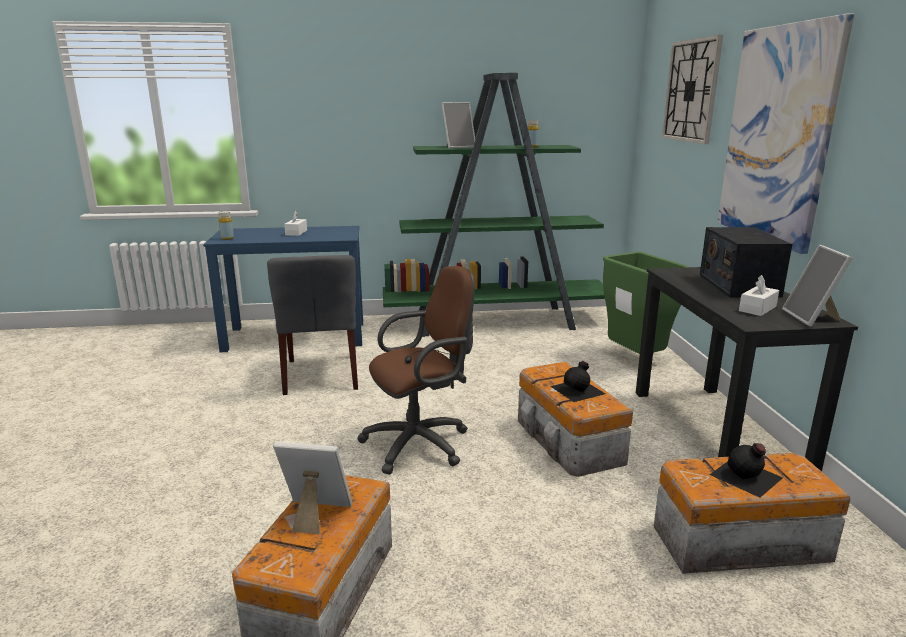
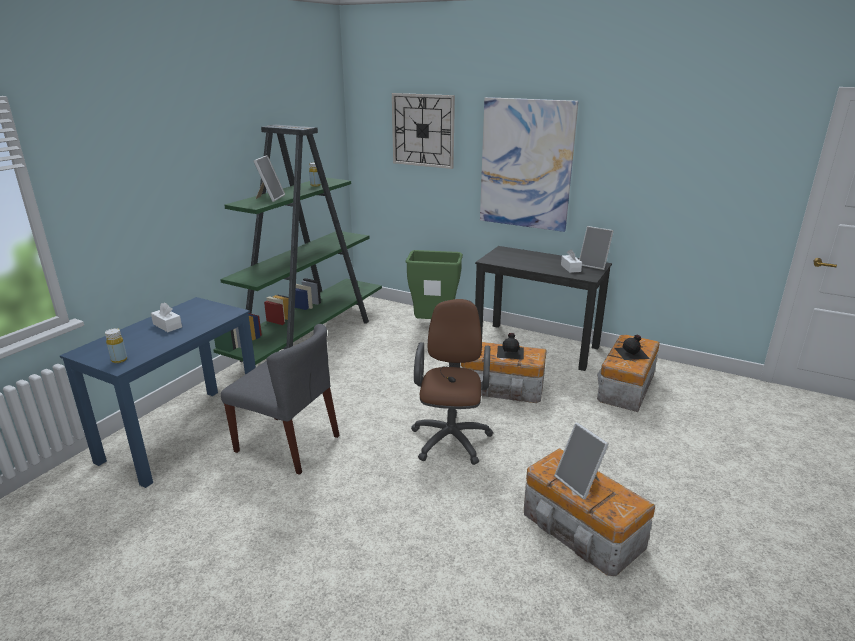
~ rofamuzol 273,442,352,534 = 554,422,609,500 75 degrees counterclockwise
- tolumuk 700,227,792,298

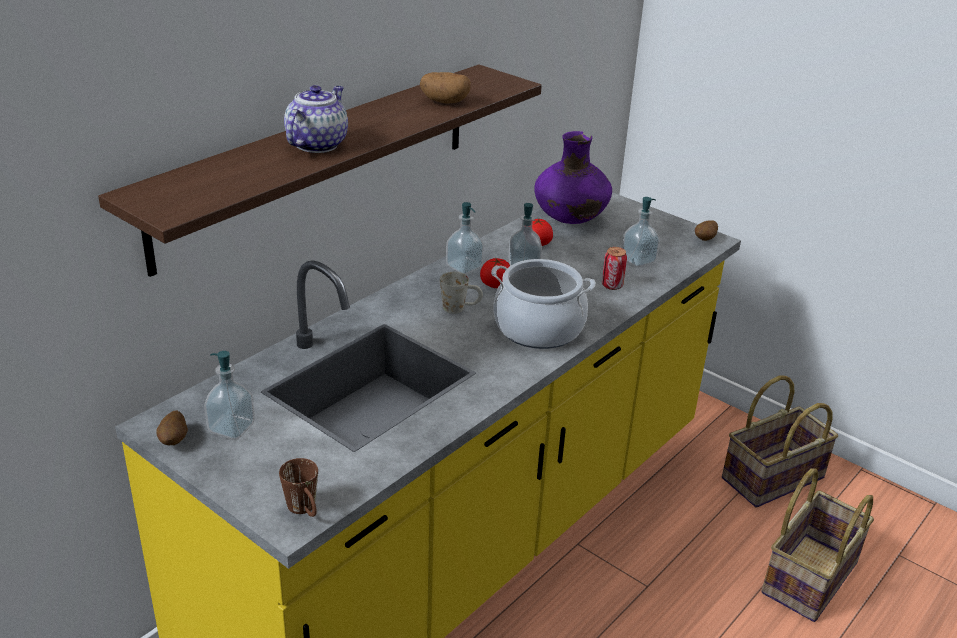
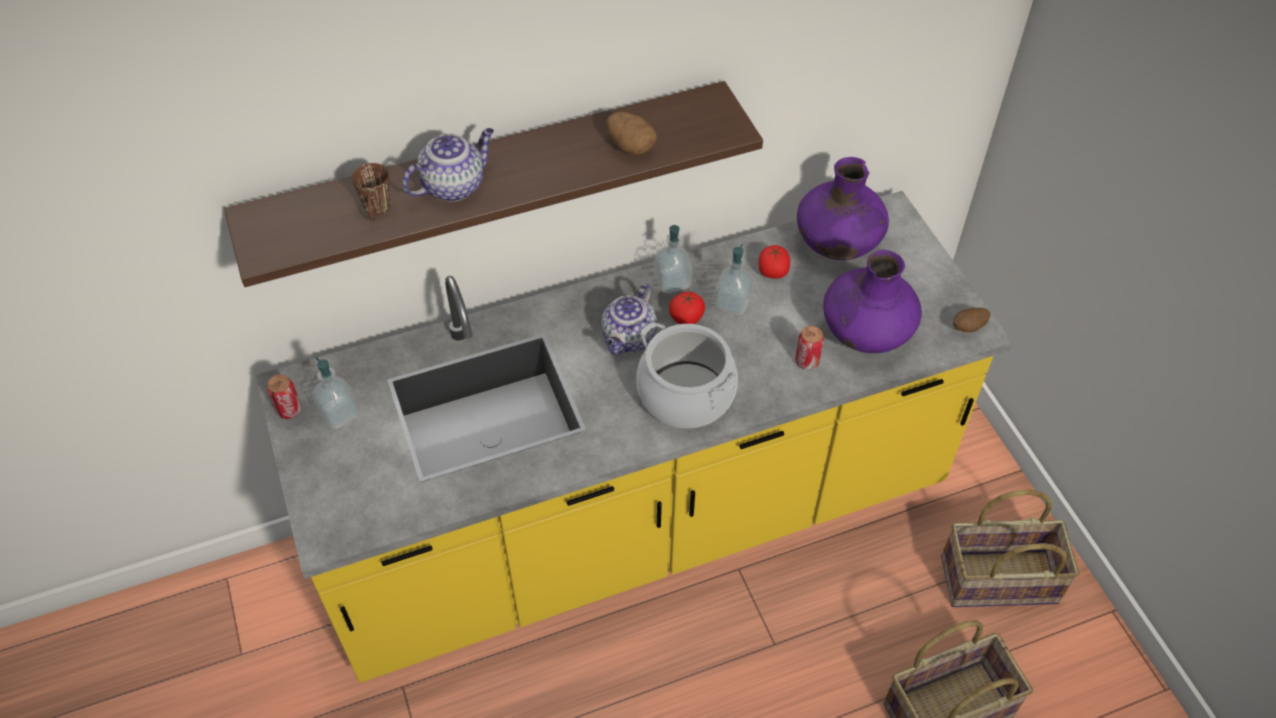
~ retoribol 156,410,188,445 to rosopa 267,374,301,419
~ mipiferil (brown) 279,458,318,517 to 352,163,391,221
~ mipiferil (white) 440,272,483,314 to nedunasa 601,284,657,355
~ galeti 622,197,660,267 to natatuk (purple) 823,250,922,353

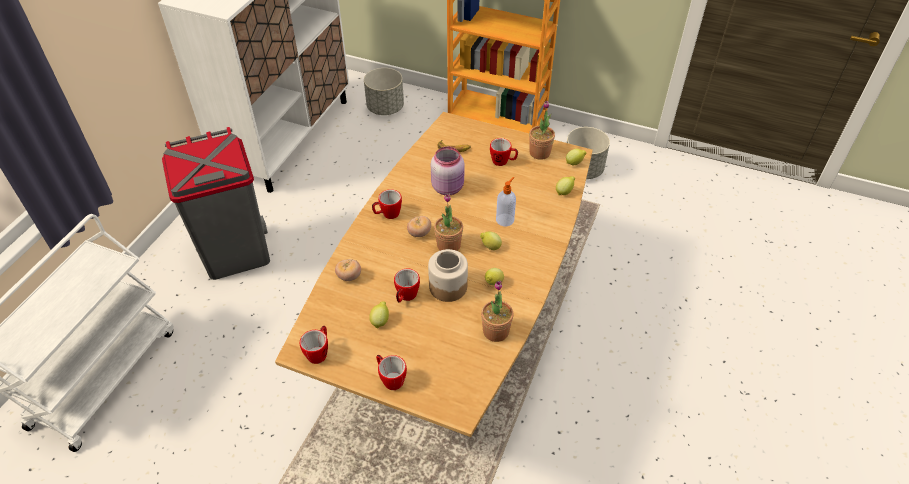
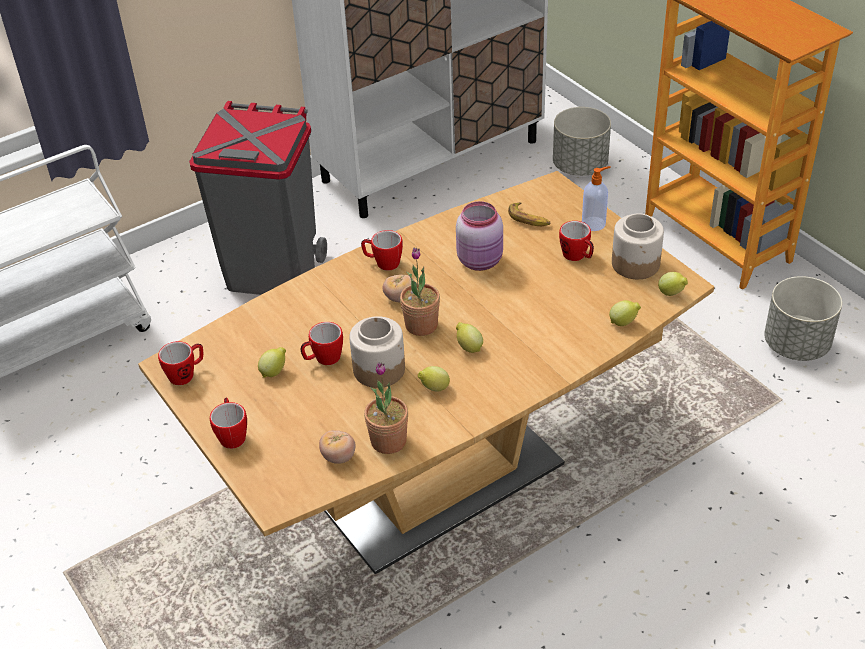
~ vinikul 335,259,361,281 to 319,430,355,464
~ galeti 496,177,516,226 to 582,166,611,231
~ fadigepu 529,100,555,160 to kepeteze 612,213,664,279

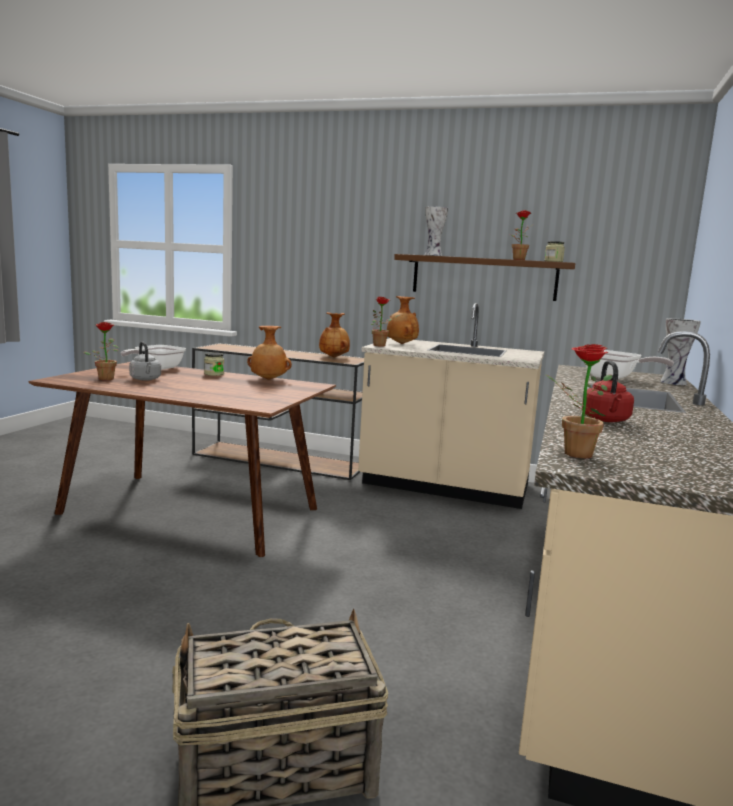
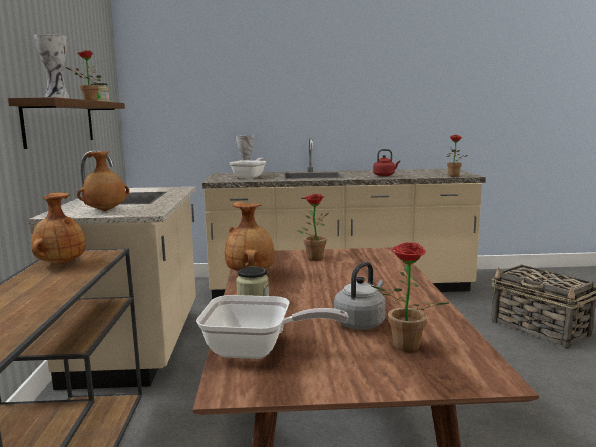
~ fadigepu 371,296,401,347 to 297,194,329,261

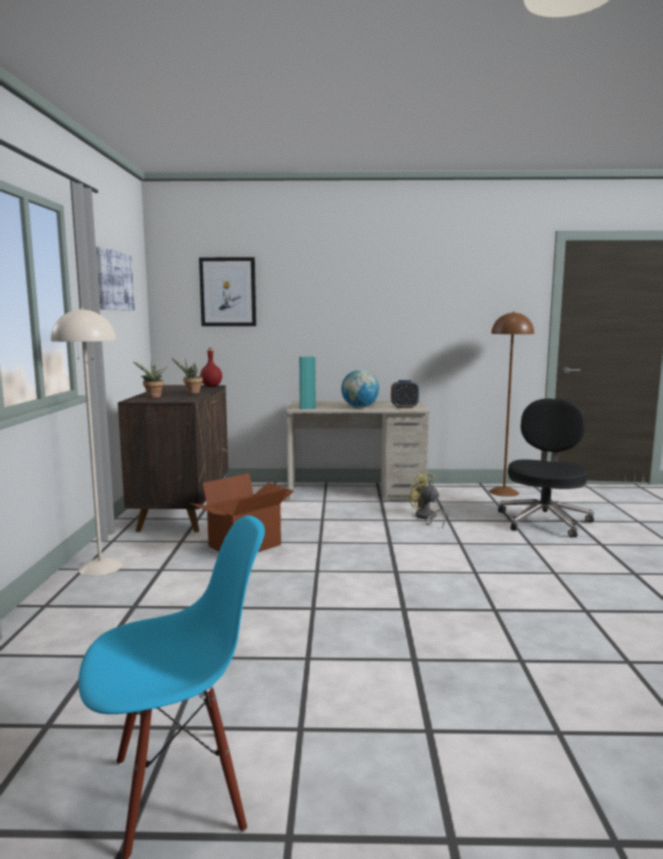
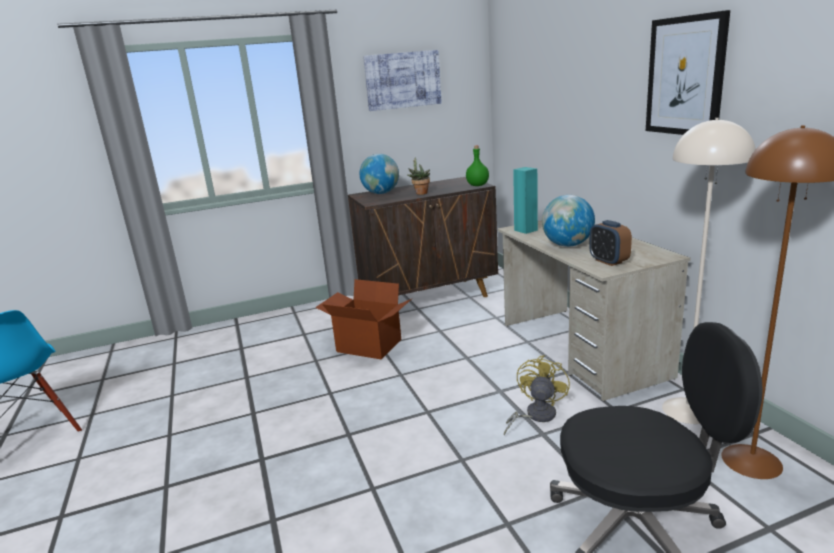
~ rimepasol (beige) 51,308,123,576 to 662,118,756,424
~ fadigepu 134,361,168,398 to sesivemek 360,154,399,194
~ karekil 199,257,256,326 to 646,10,730,135
~ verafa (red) 200,348,222,386 to verafa (green) 466,145,489,186

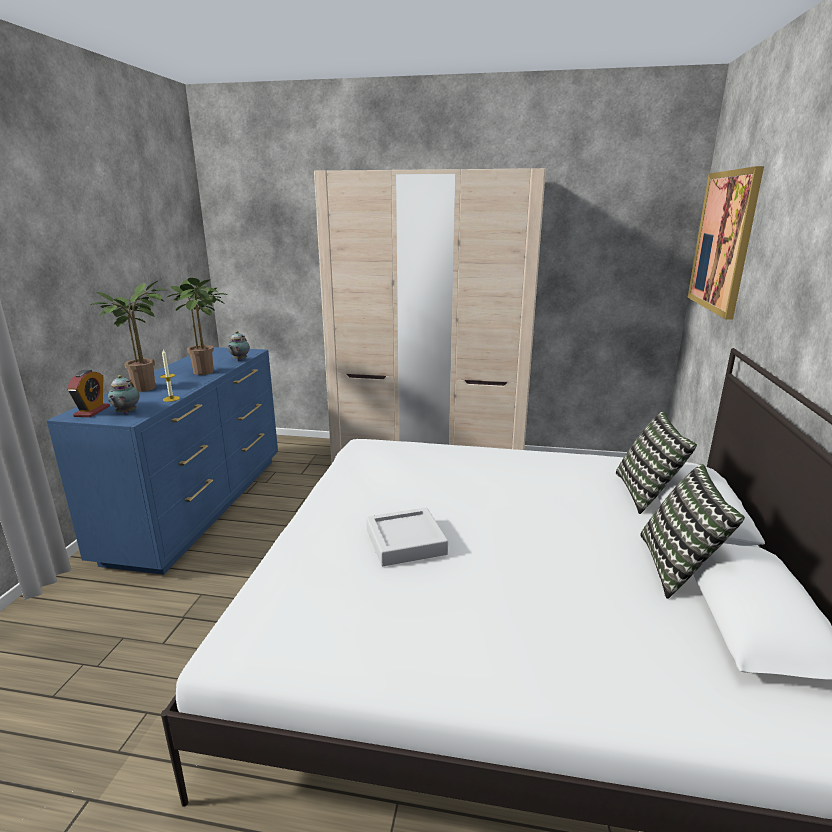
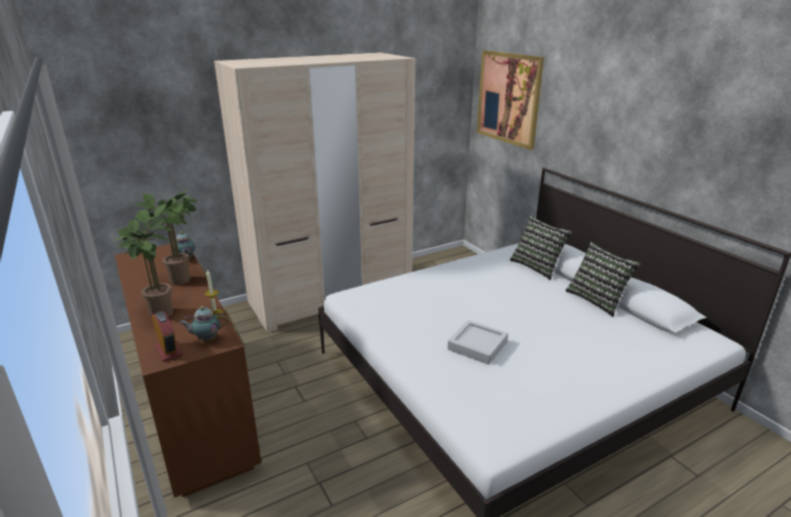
~ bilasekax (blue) 47,347,278,575 to bilasekax (brown) 115,244,261,498
~ nedunasa 108,375,140,414 = 179,306,228,341 120 degrees clockwise

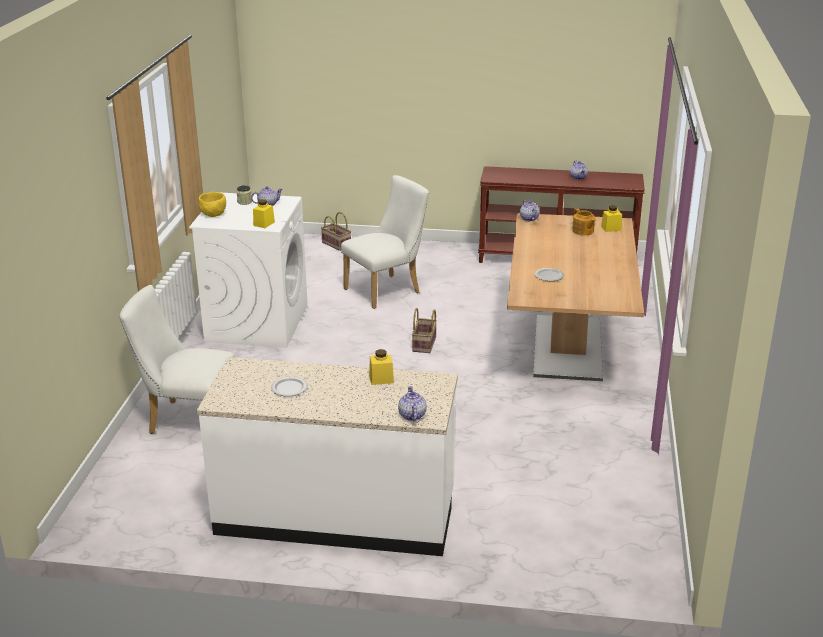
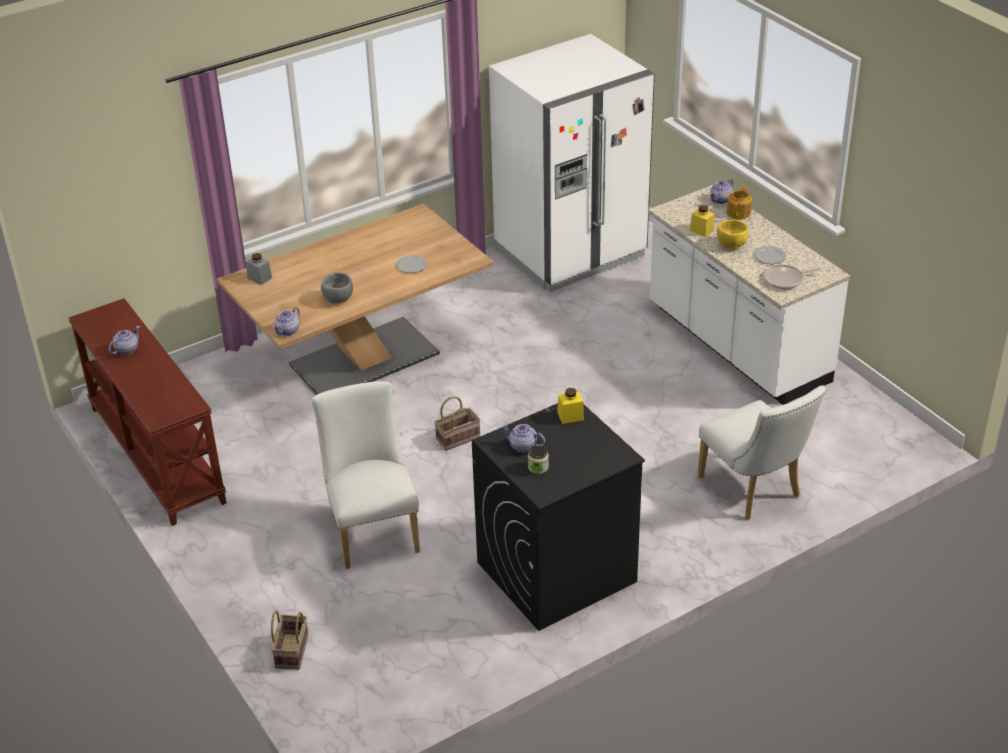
~ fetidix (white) 189,192,308,348 to fetidix (black) 472,403,645,631
~ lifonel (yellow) 198,192,226,217 to 717,219,748,249
~ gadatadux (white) 341,175,429,309 = 312,381,420,569 60 degrees clockwise
~ nedunasa 572,208,596,235 to 726,186,752,220
~ kepeteze (yellow) 601,205,622,232 to kepeteze (grey) 246,253,272,285
+ lifonel (grey) 321,272,353,303
+ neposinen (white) 489,34,655,292
+ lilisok 763,265,821,289

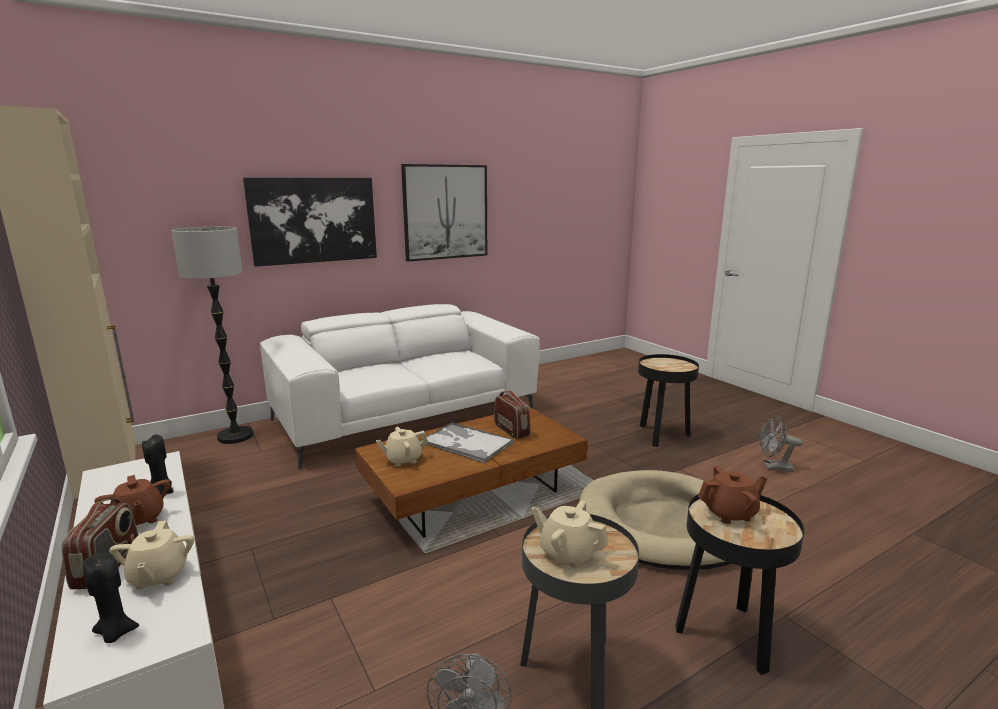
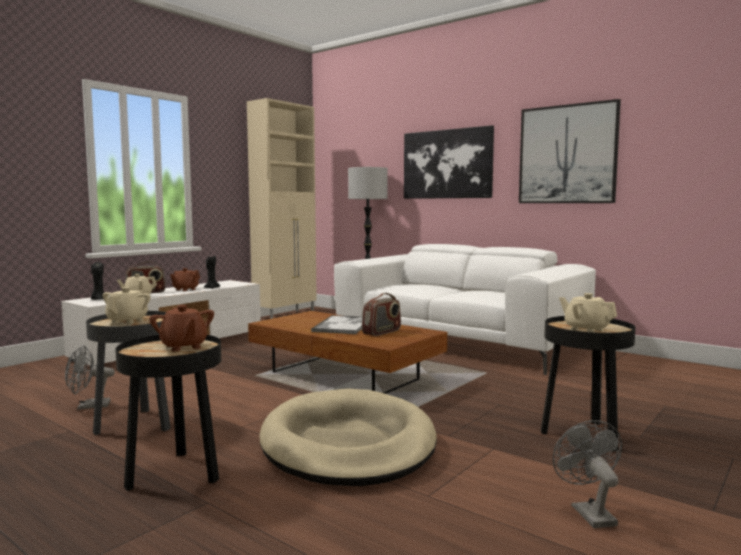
~ nedunasa (beige) 376,427,428,467 to 559,293,617,333

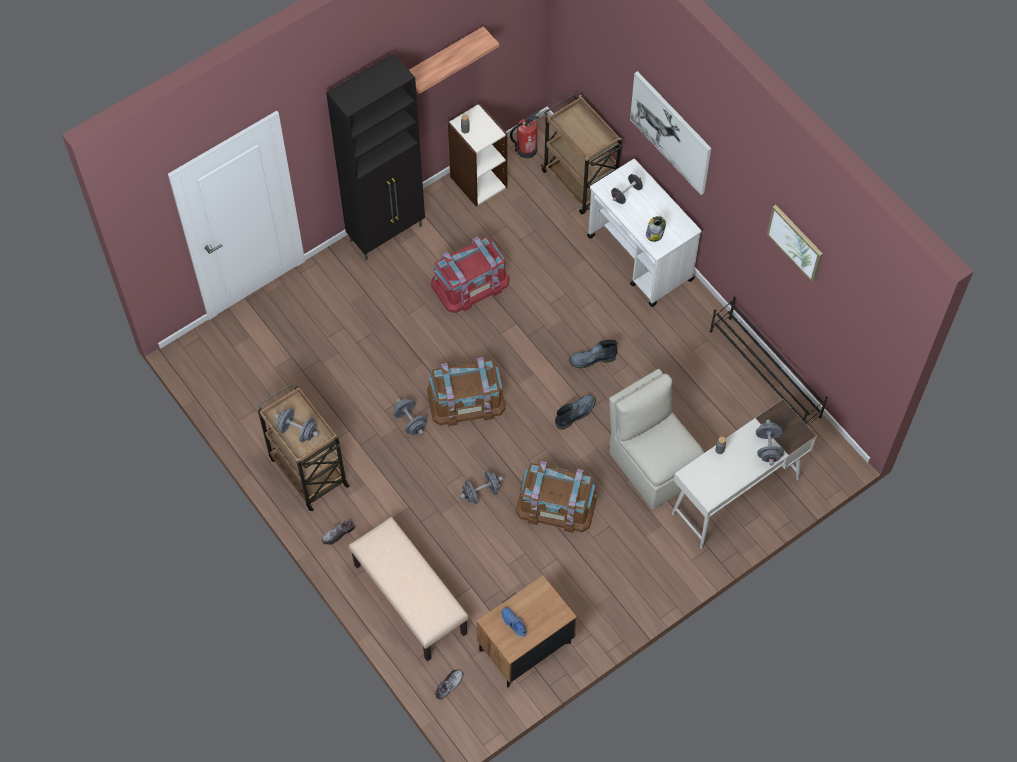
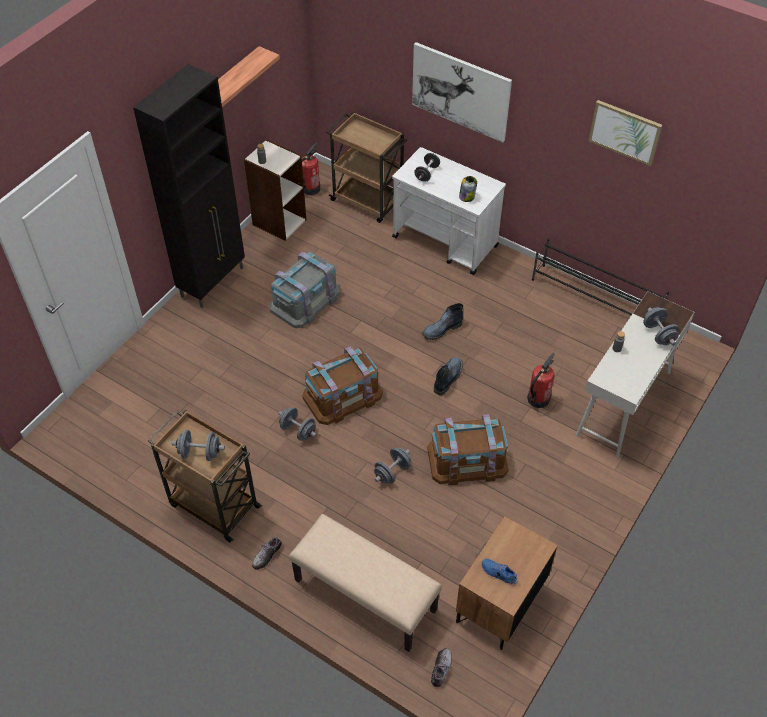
~ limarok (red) 431,236,509,313 to limarok (grey) 270,252,340,328
~ gadatadux (beige) 609,369,704,509 to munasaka 527,353,555,408

